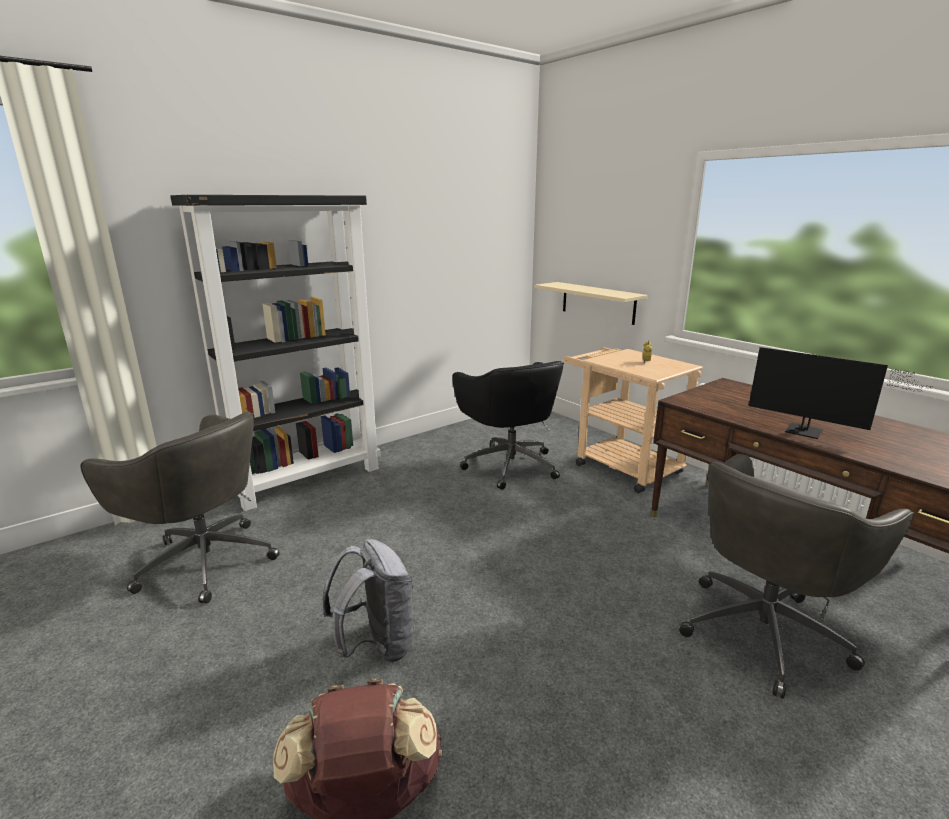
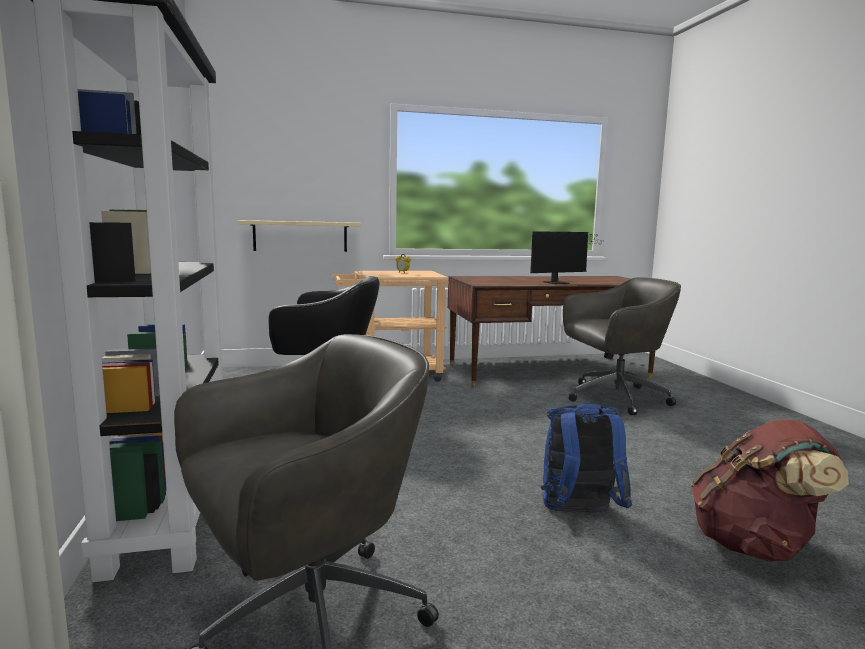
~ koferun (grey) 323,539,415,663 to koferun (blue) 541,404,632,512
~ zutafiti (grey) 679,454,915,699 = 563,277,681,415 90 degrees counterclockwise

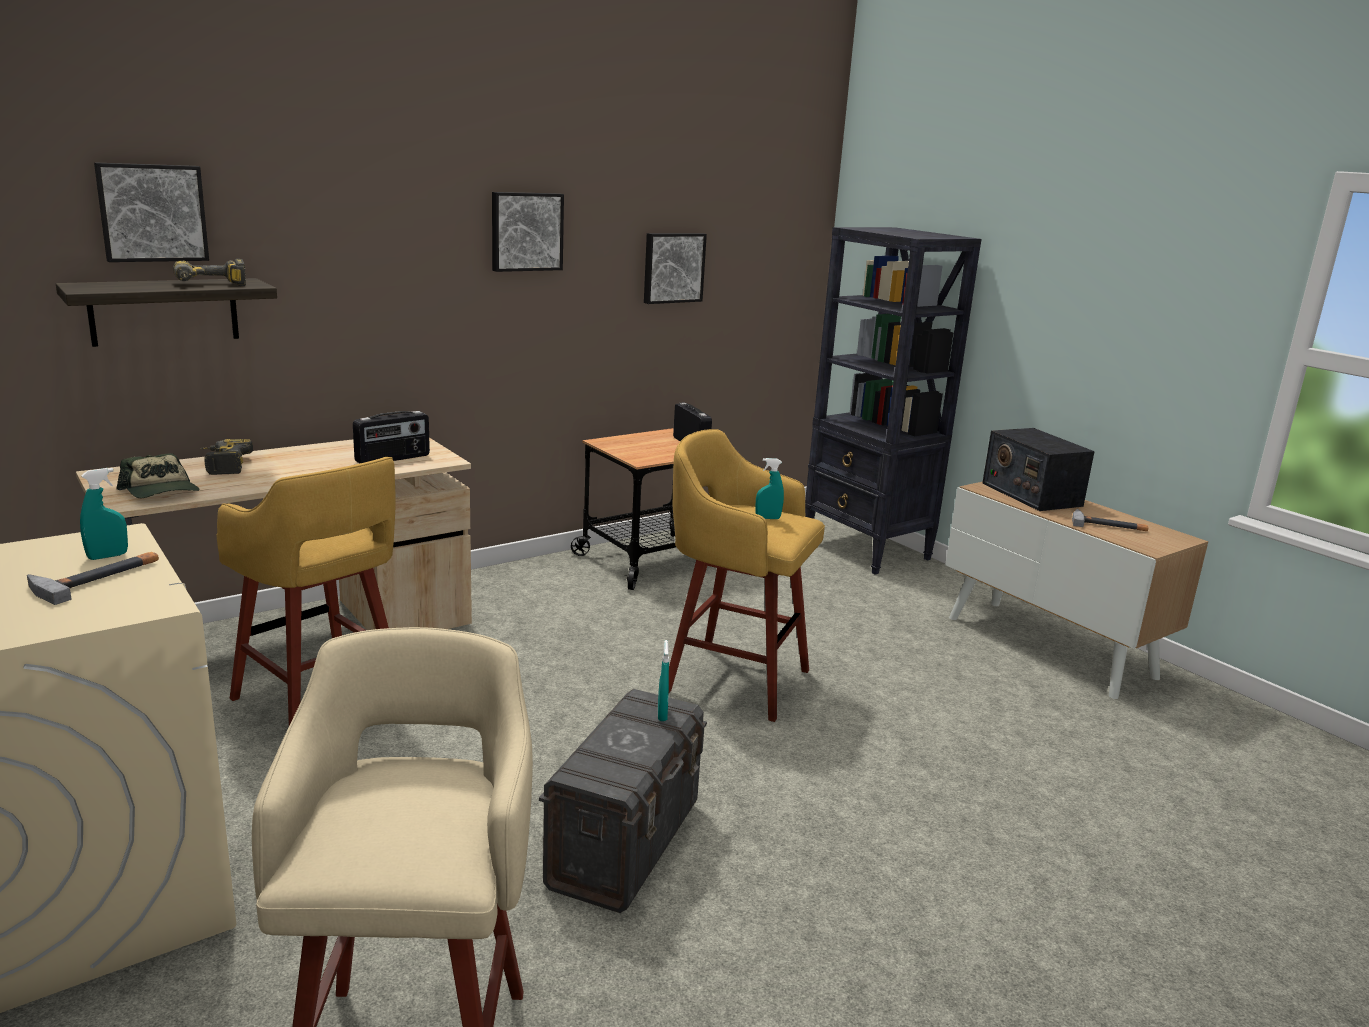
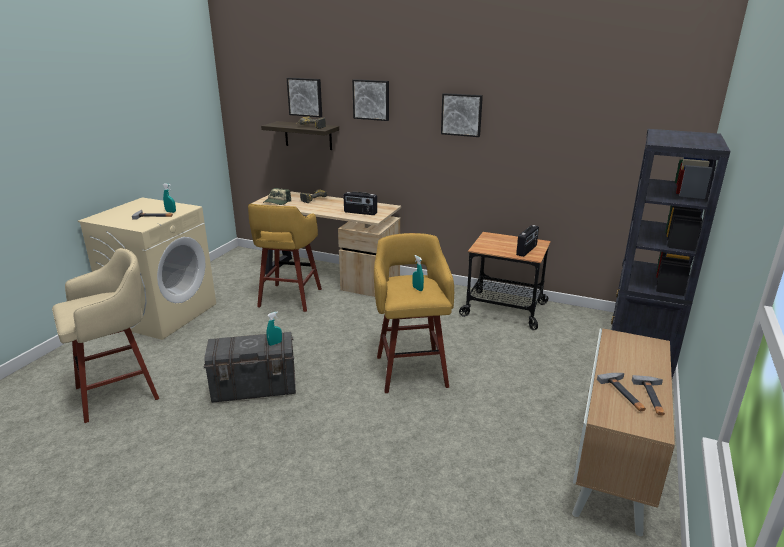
~ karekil 644,233,707,304 to 352,79,389,121
- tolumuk 982,428,1095,511
+ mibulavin 632,375,665,416

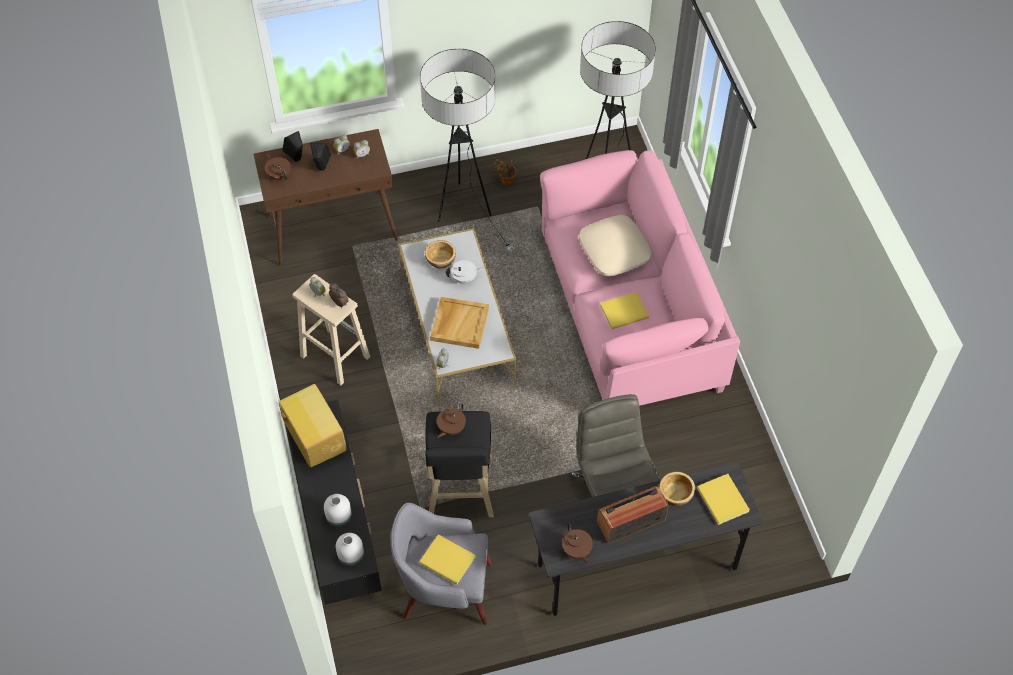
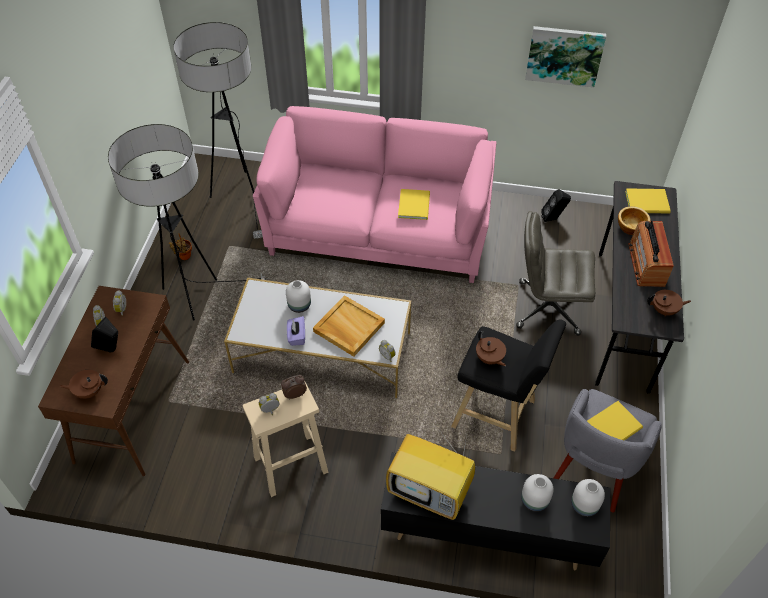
~ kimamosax 277,384,346,467 = 386,429,475,520 150 degrees counterclockwise
~ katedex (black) 283,131,303,161 to 541,190,571,222
- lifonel 425,240,456,268
~ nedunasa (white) 446,260,484,284 to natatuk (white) 286,280,311,313
- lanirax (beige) 579,215,651,277
+ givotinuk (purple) 287,316,305,346
+ karekil 525,26,606,88

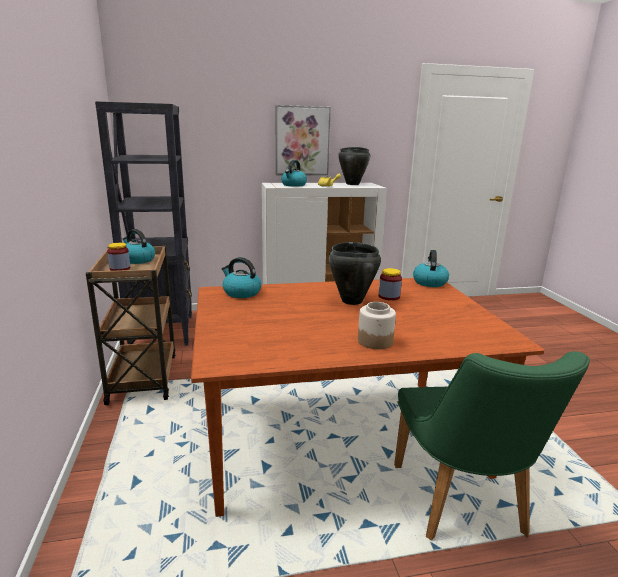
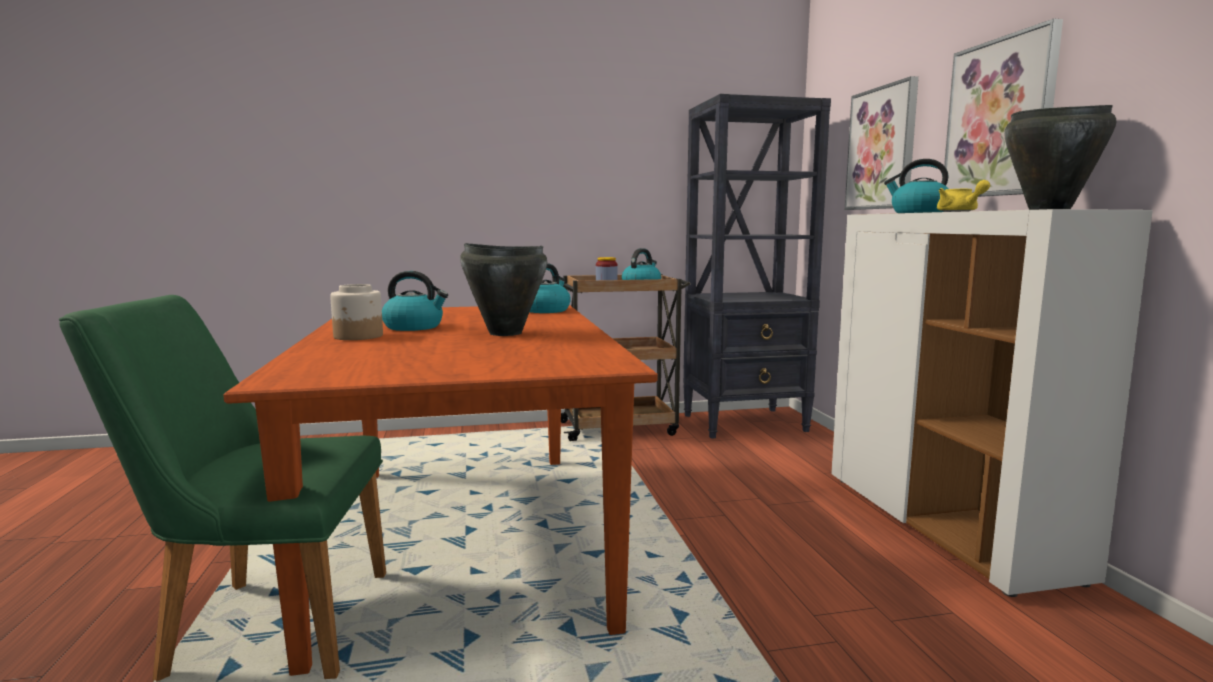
- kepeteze 379,268,402,301
~ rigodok 413,250,449,287 to 382,271,448,331
+ karekil 845,76,919,210

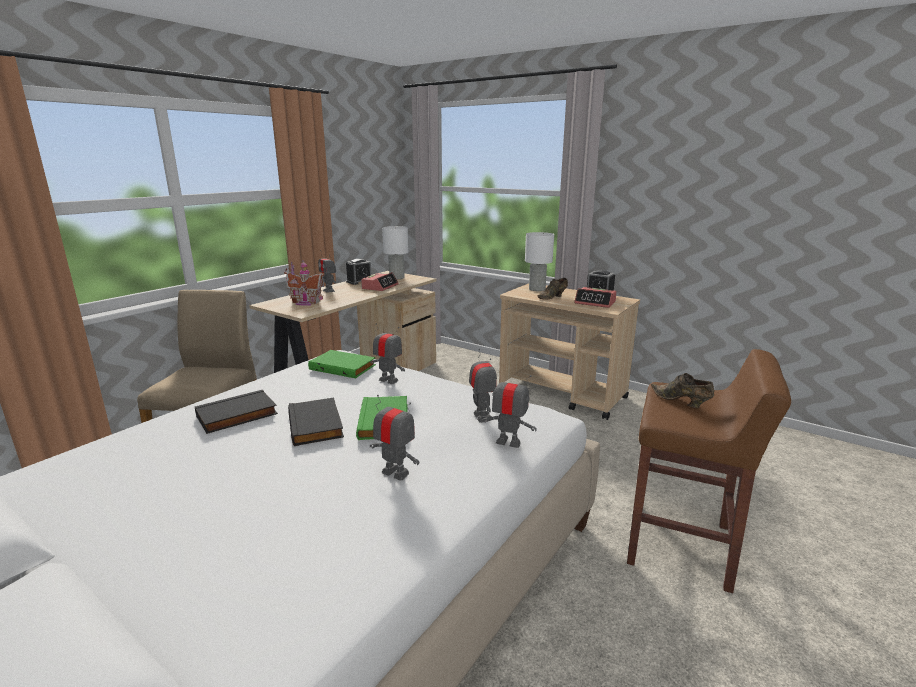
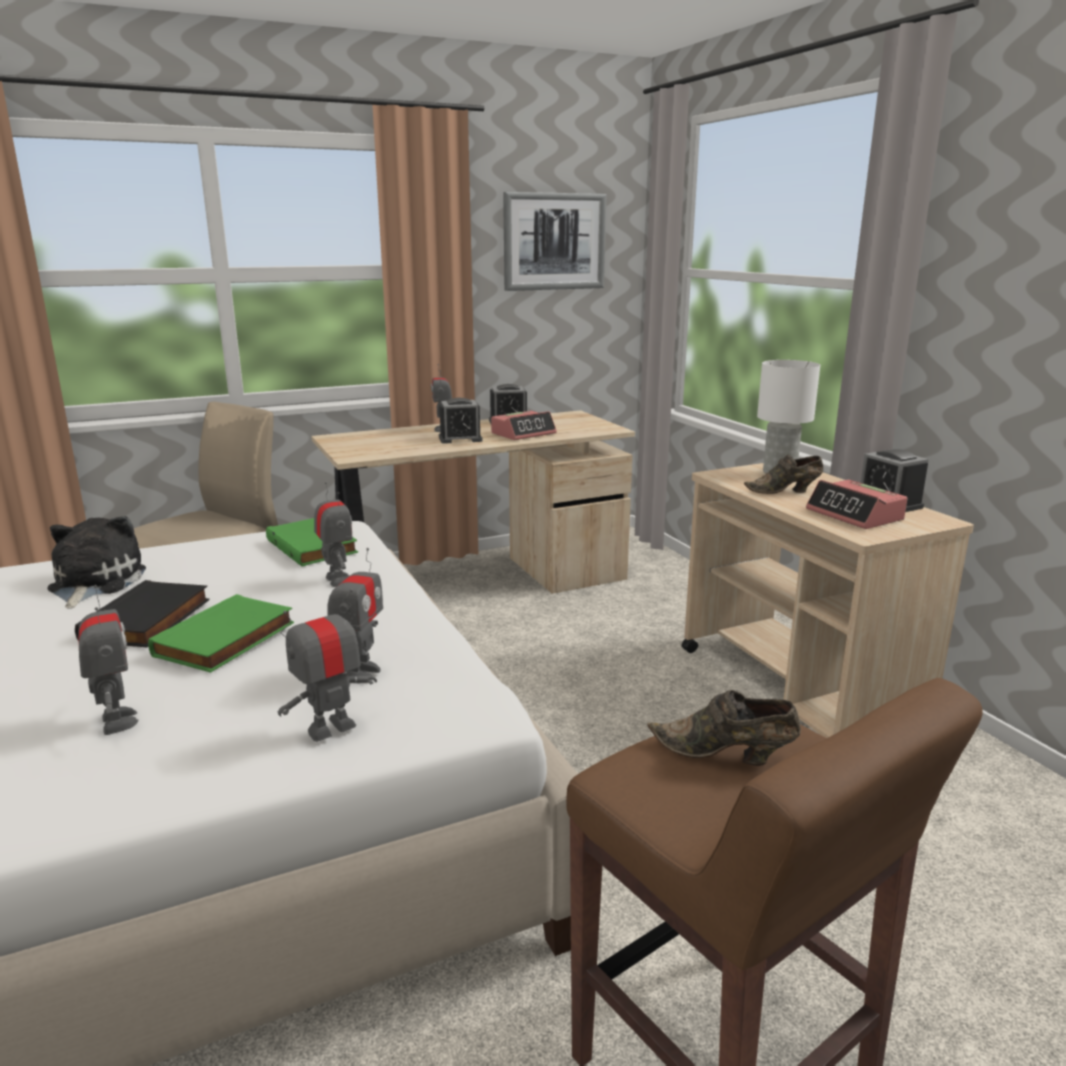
~ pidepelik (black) 195,390,278,434 to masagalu 47,516,146,609
- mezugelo 284,260,325,306
- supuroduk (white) 382,226,408,279
~ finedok 482,372,537,448 = 278,589,377,742 90 degrees counterclockwise
~ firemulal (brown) 651,373,715,408 = 647,690,801,766 60 degrees counterclockwise
+ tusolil 439,398,482,444
+ karekil 503,192,607,291

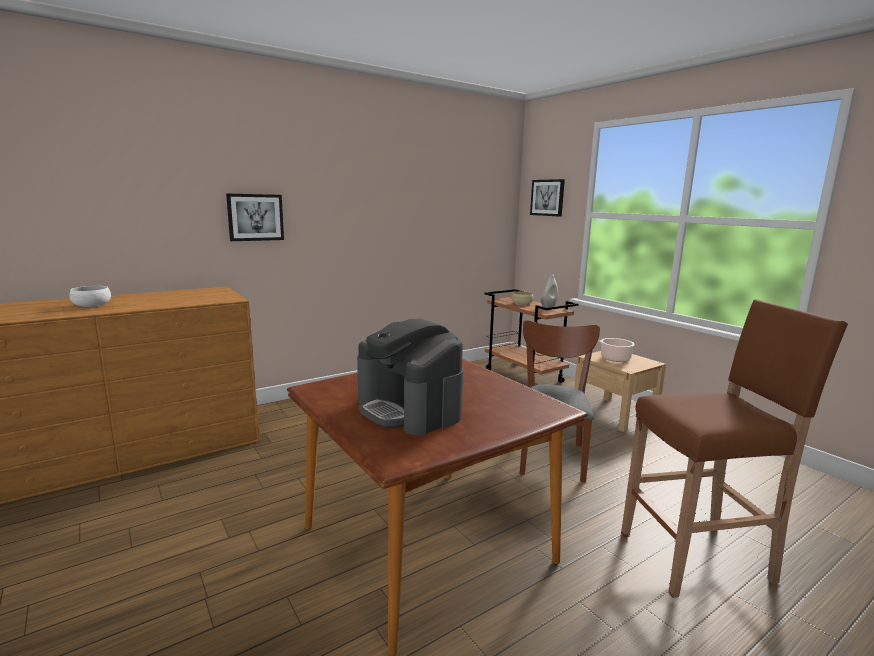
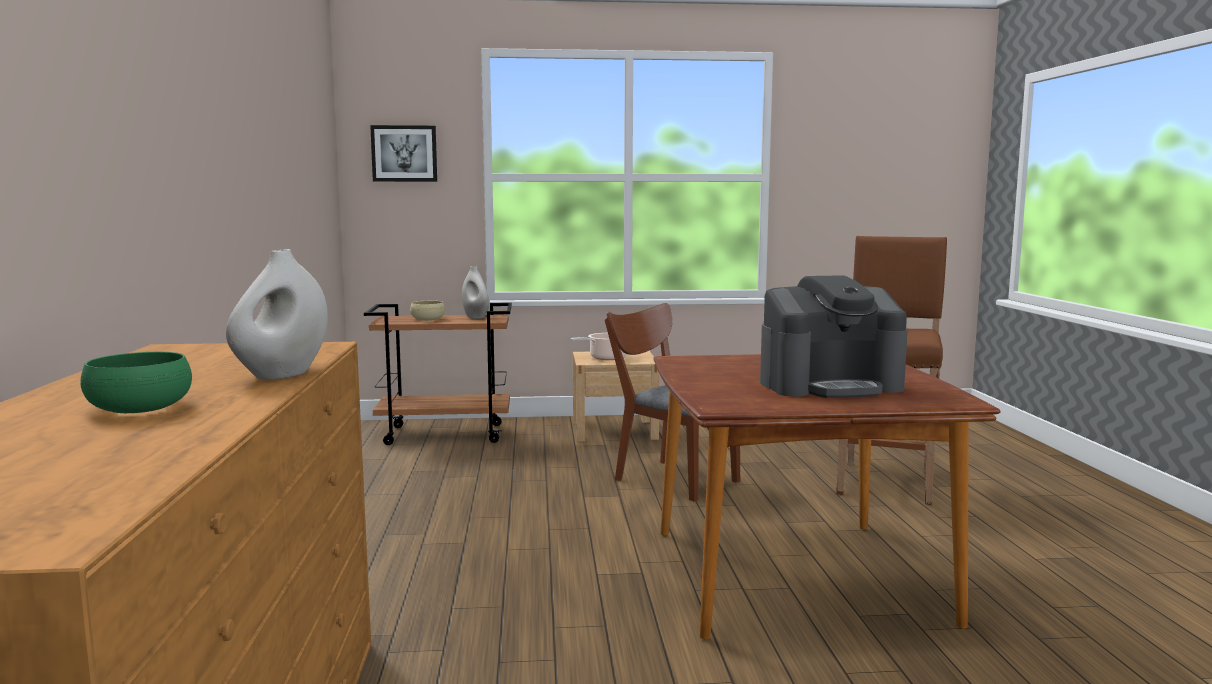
~ lifonel (white) 69,286,111,307 to lifonel (green) 80,352,192,413
- karekil 226,193,284,241
+ natatuk (white) 226,249,328,380

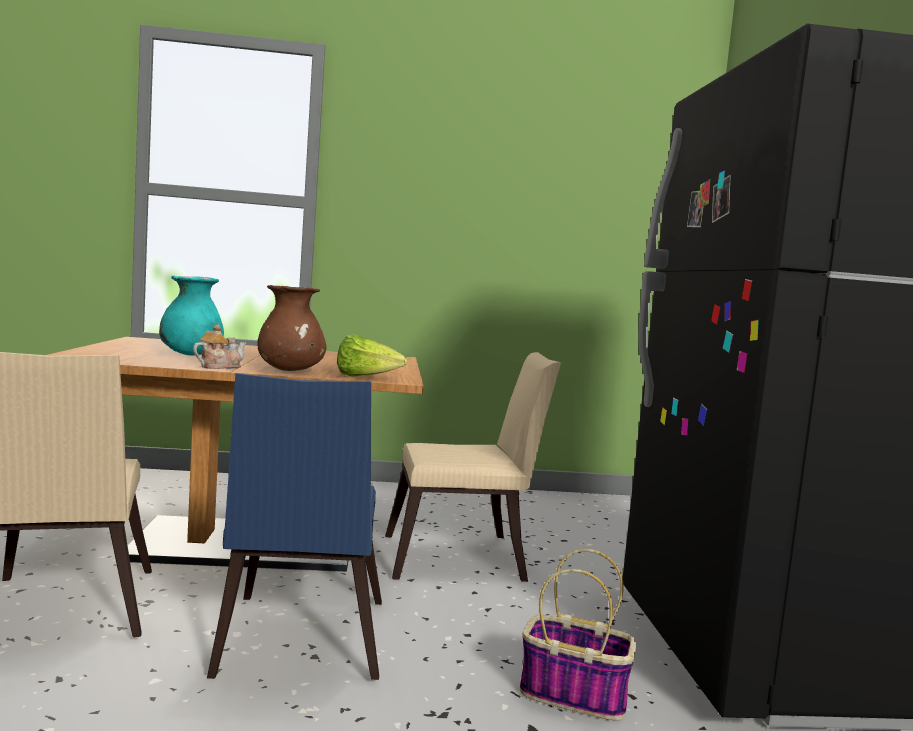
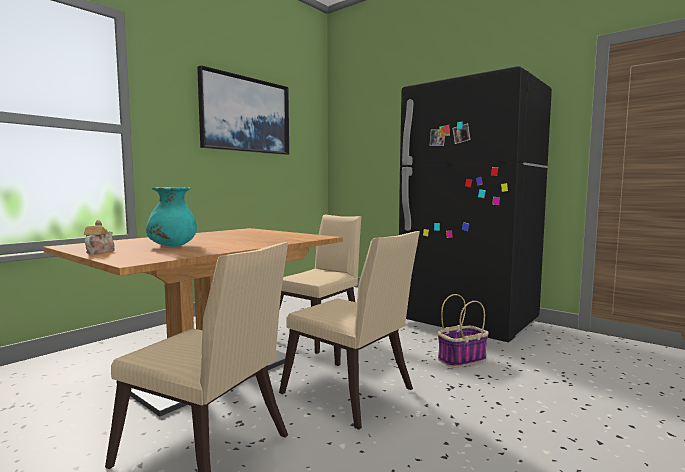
~ nedunasa 193,324,246,369 to 84,220,115,254
~ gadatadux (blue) 207,373,382,680 to gadatadux (beige) 279,231,420,430
- natatuk (brown) 257,285,326,371
- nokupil 337,334,407,377
+ karekil 197,65,289,155

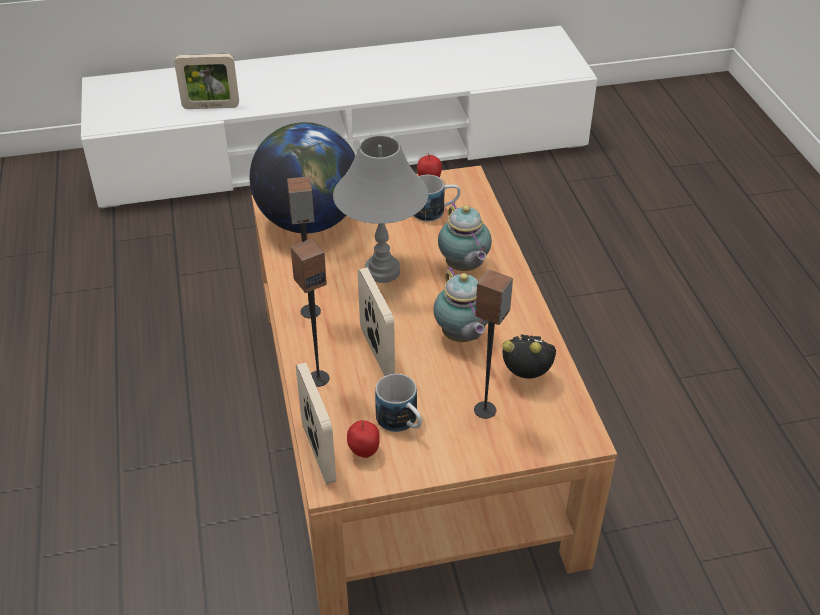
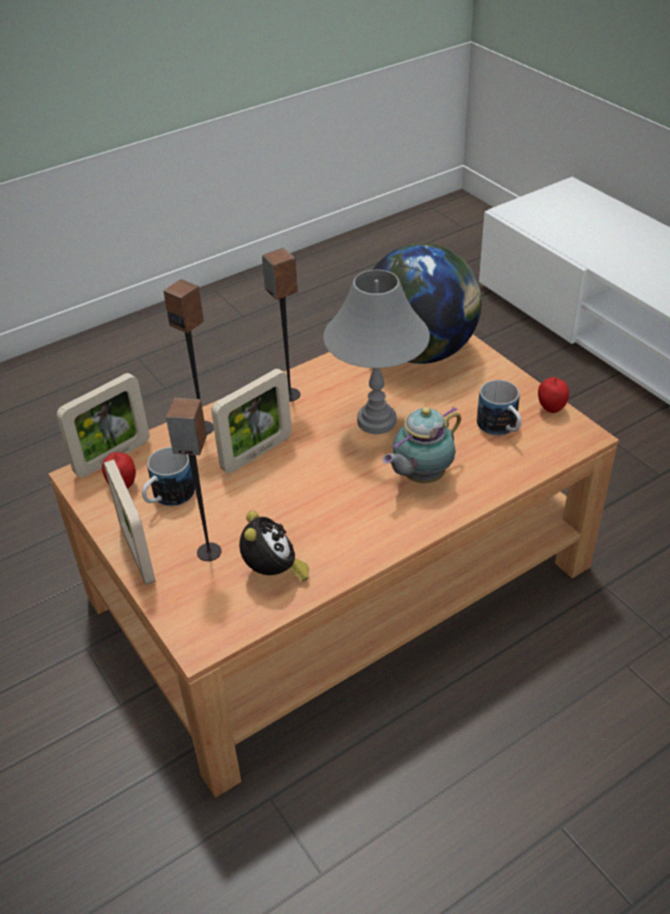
~ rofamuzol 174,54,239,109 to 104,459,156,585
- nedunasa 433,267,488,342

